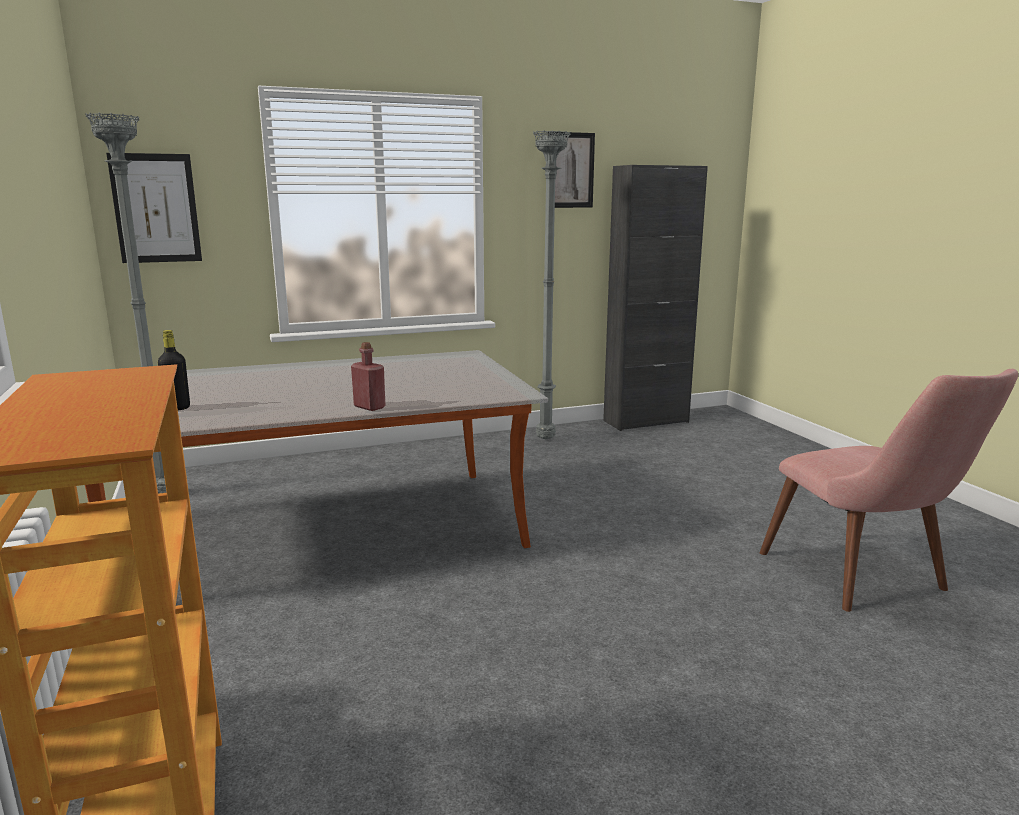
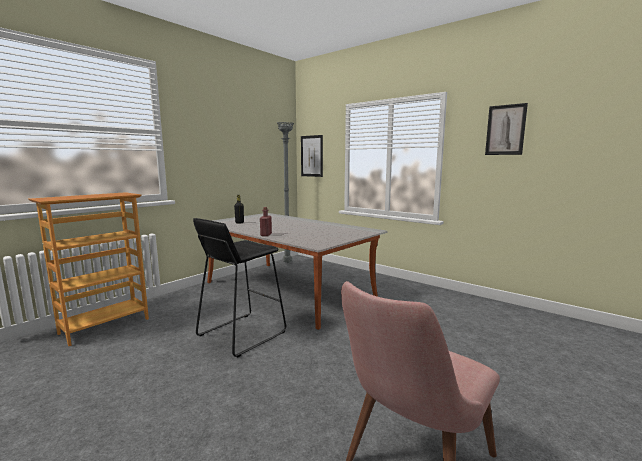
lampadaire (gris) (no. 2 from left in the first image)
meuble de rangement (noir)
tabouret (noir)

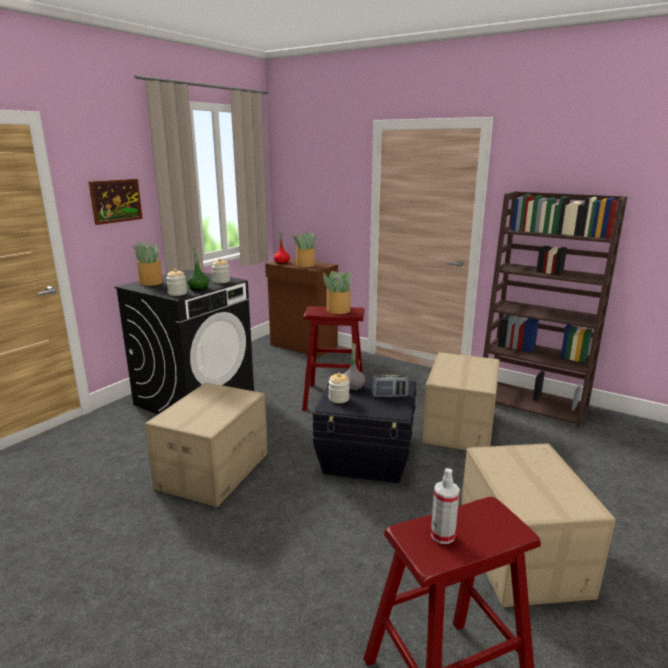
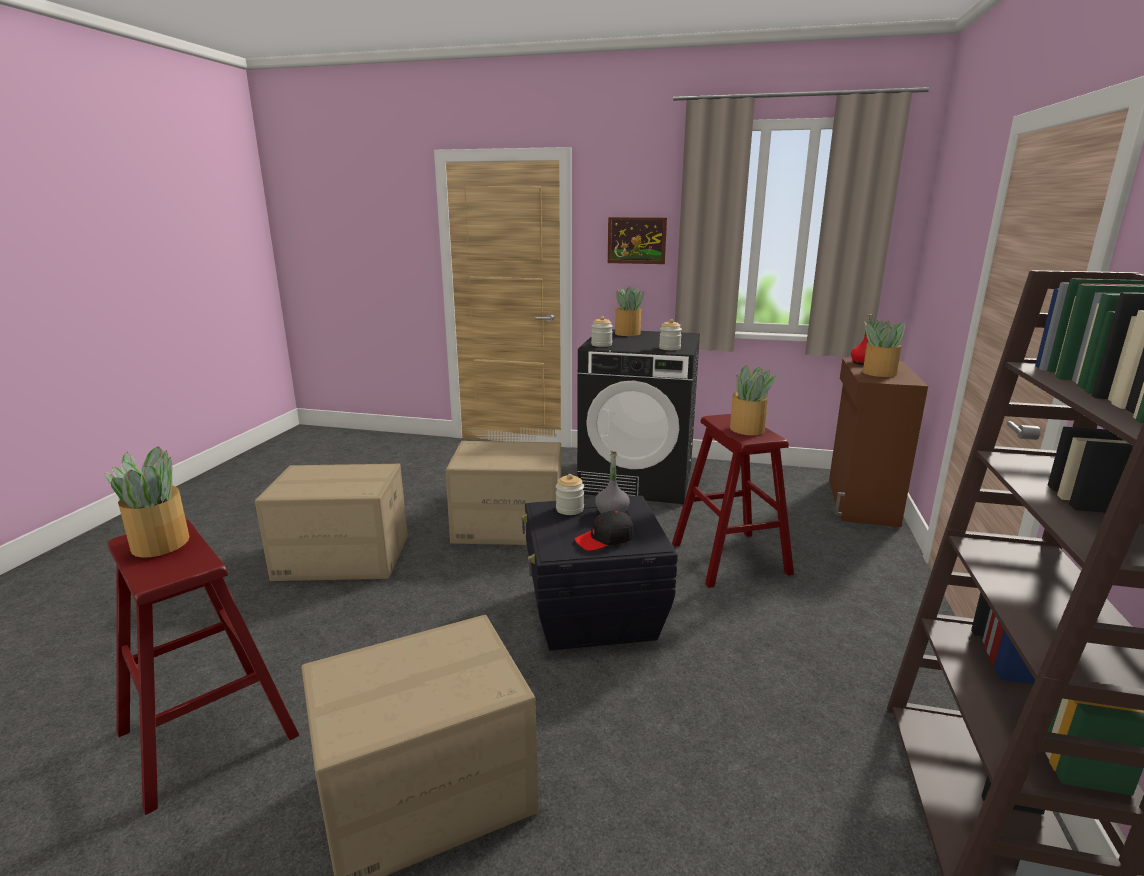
bouteille (vert)
carton (no. 1 from left)
casquette (noir)
plante en pot (no. 1 from left)

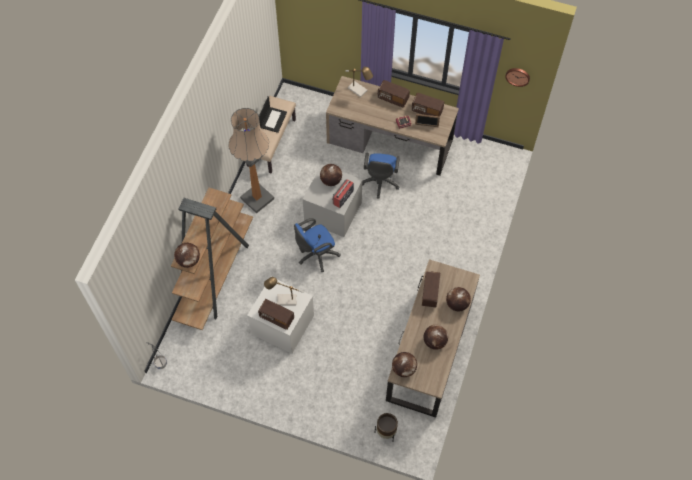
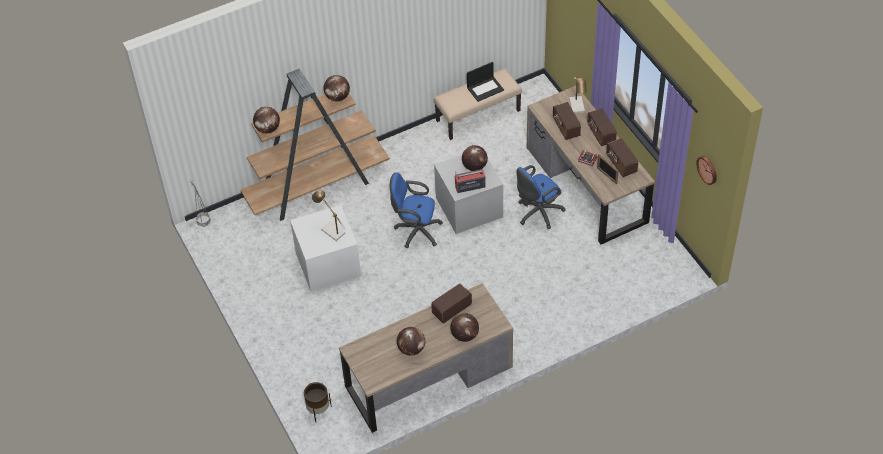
lampadaire
radio (no. 3 from left)
globe (no. 2 from left)

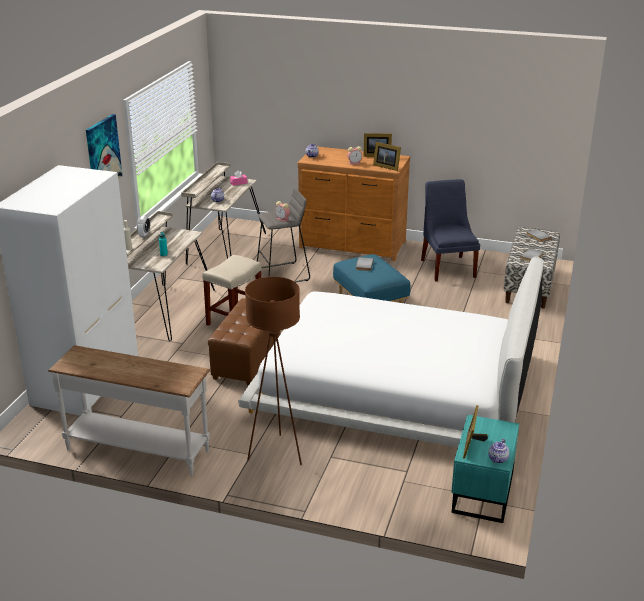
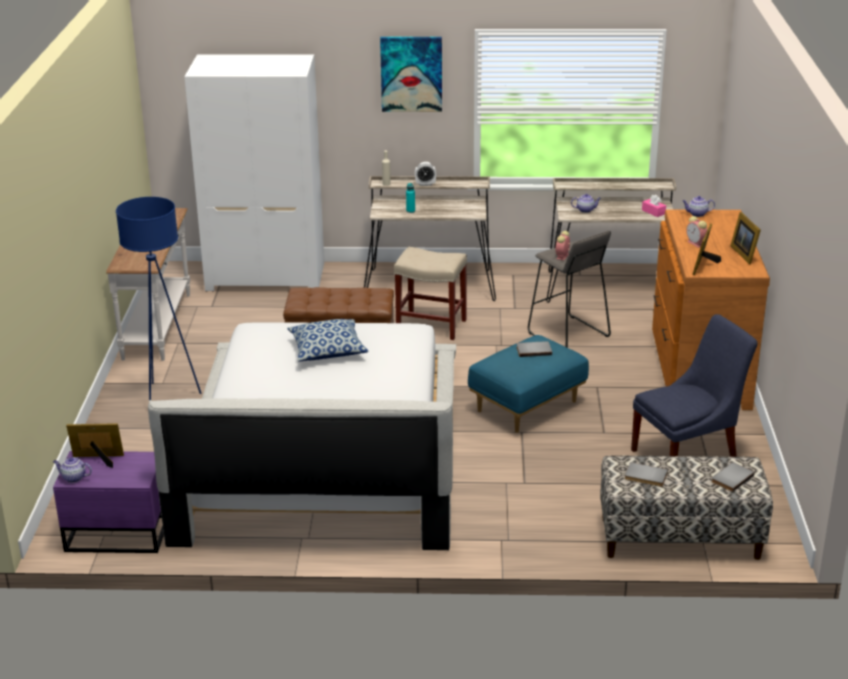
coussin
lampadaire (bleu)
table de chevet (violet)

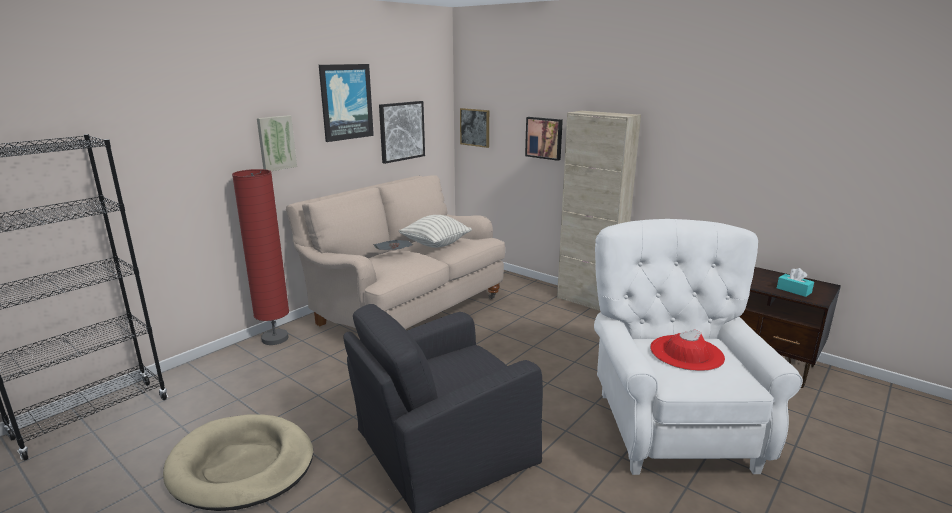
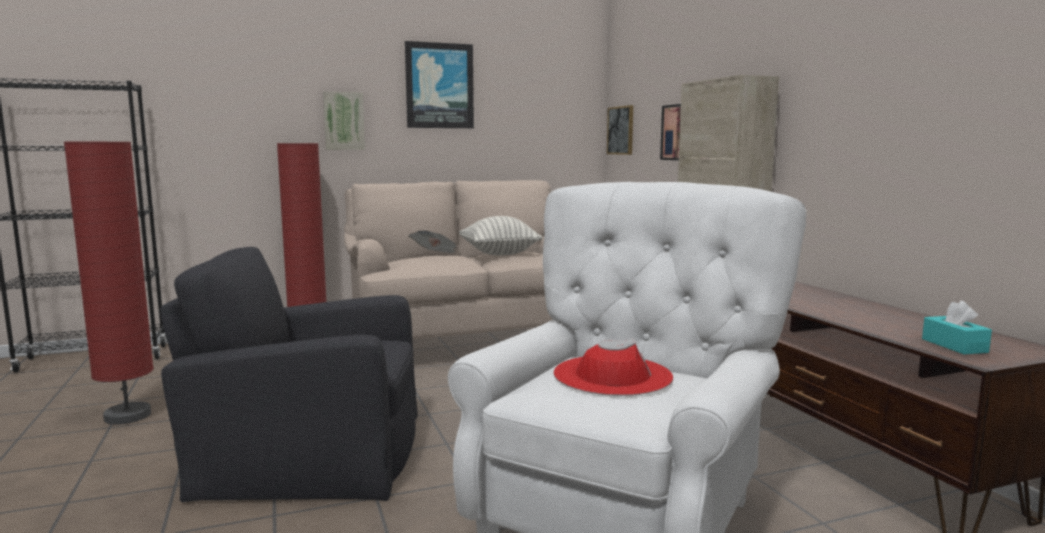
tableau (no. 3 from left in the first image)
lampadaire (rouge) (no. 1 from left)

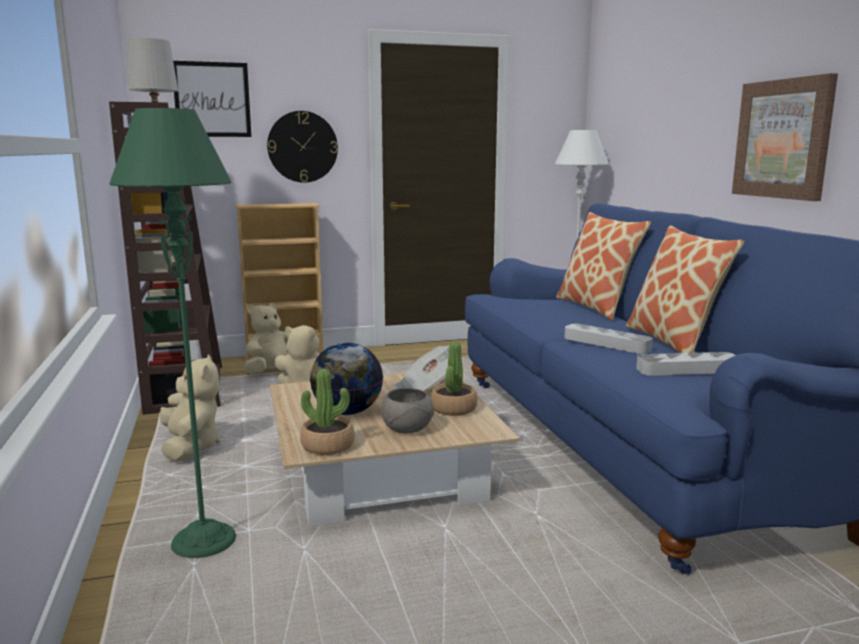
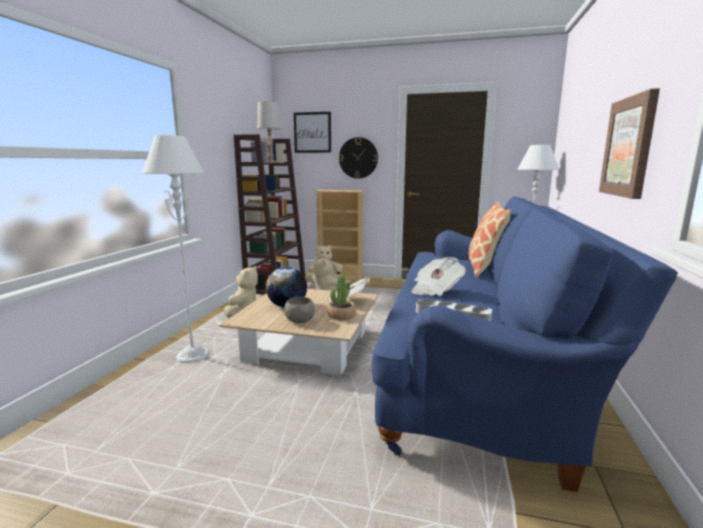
plante en pot (no. 1 from left in the first image)
coussin (no. 2 from left in the first image)
journal (no. 2 from left)
lampadaire (blanc) (no. 1 from left)

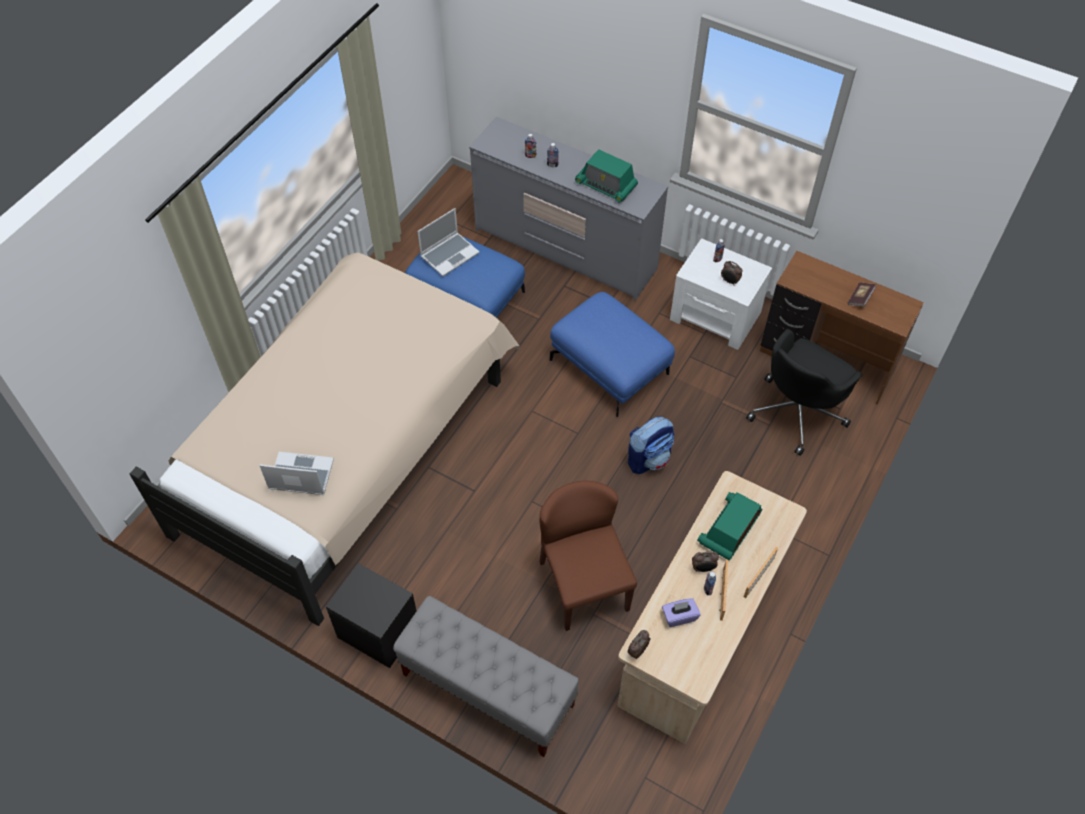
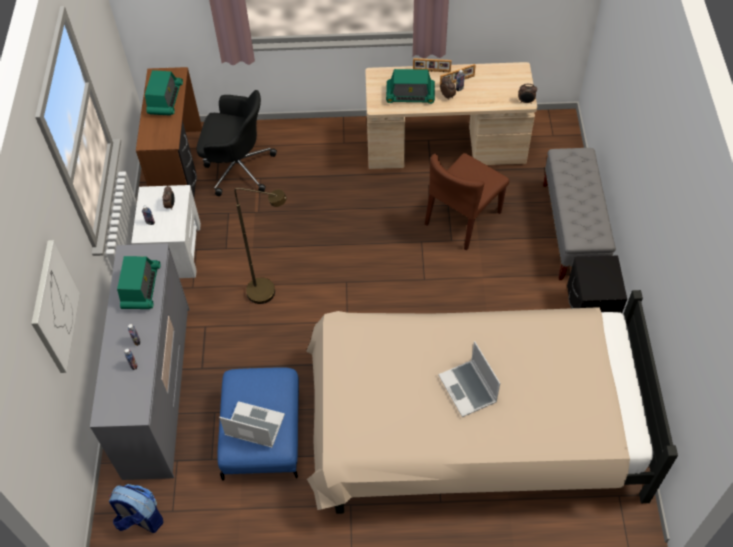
boîte à mouchoirs (violet)
tableau
ordinateur portable (no. 2 from left)
sac à dos
lampadaire (marron)
radio (no. 2 from left)

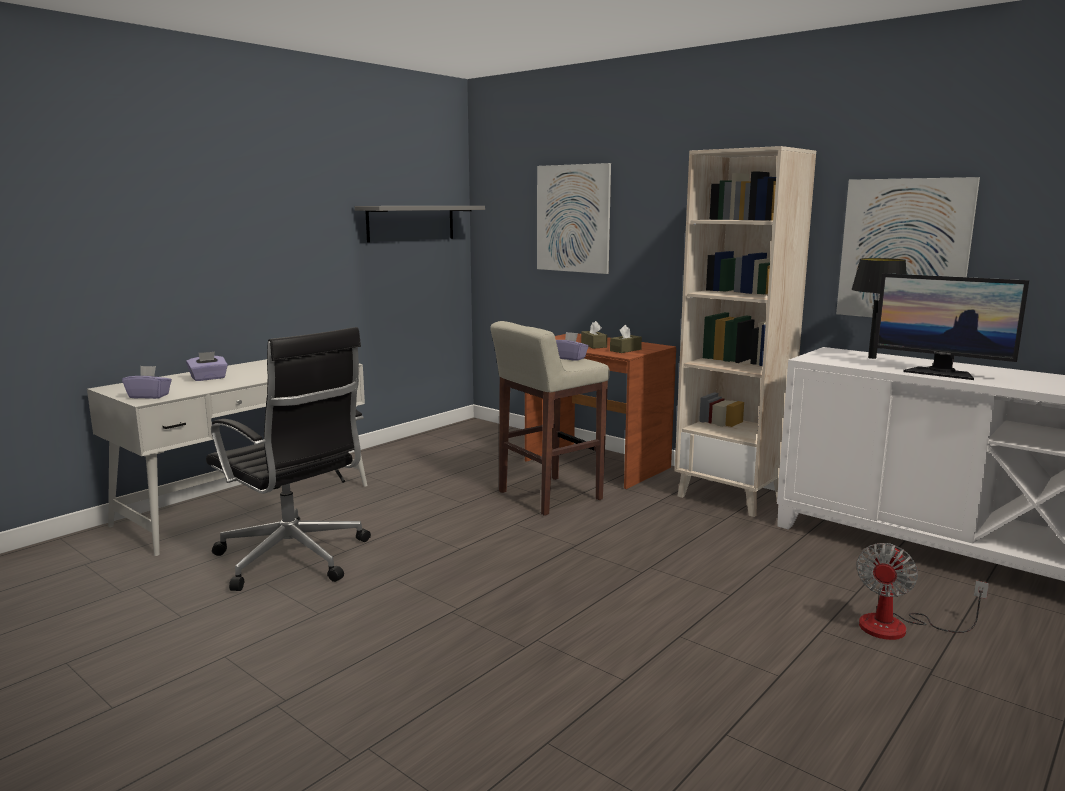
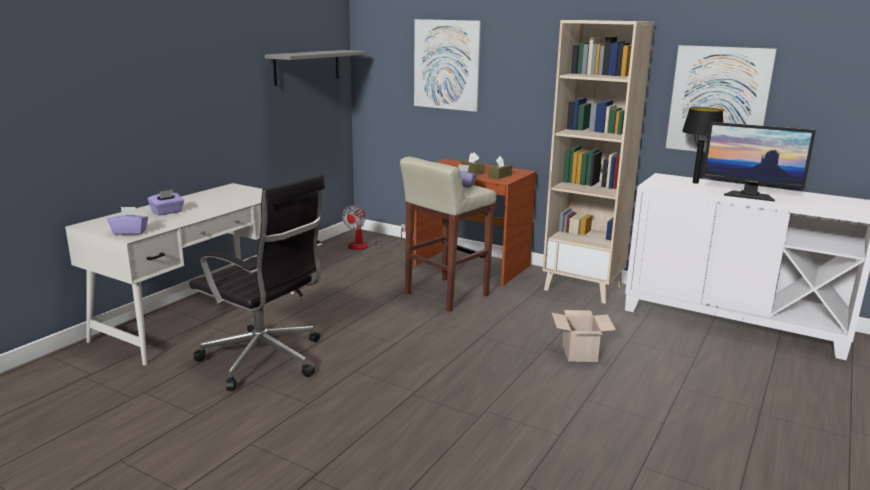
carton
ventilateur

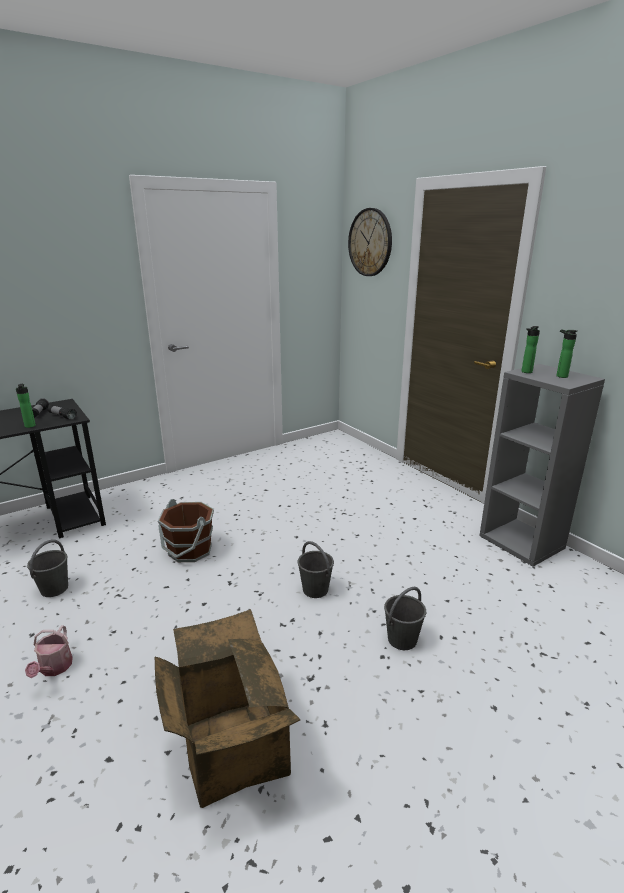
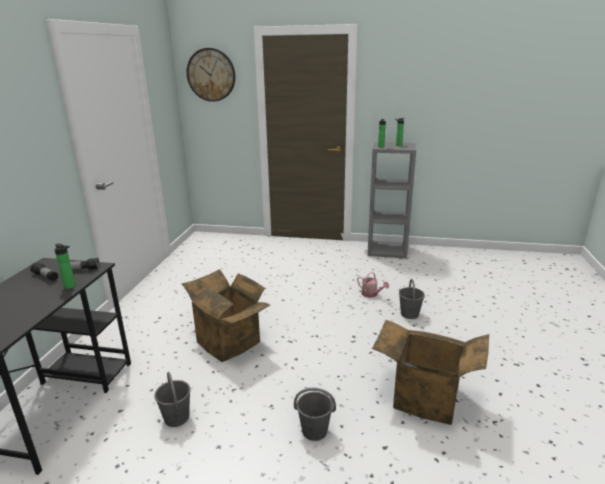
arrosoir
seau (gris) (no. 2 from left)
carton (no. 1 from left)

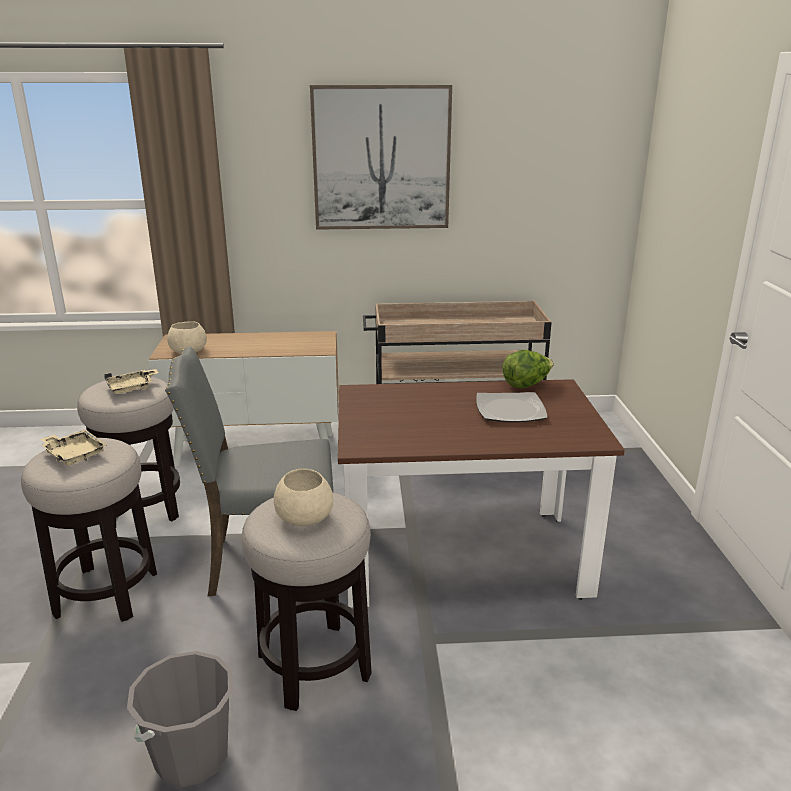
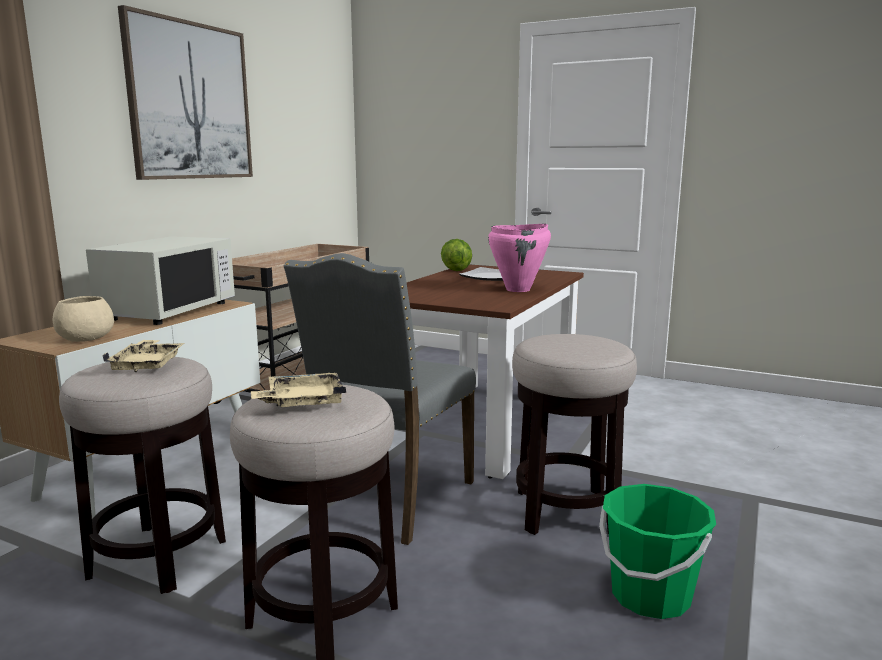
bol (beige) (no. 2 from left in the first image)
micro-ondes (blanc)
marmite (rose)
seau (vert)

